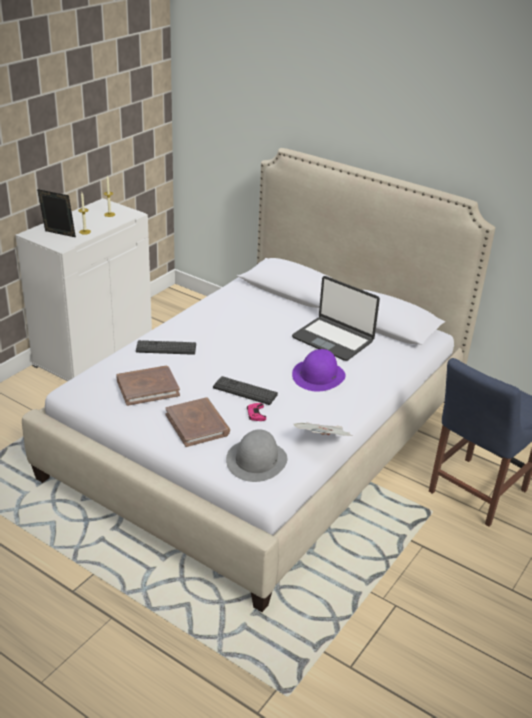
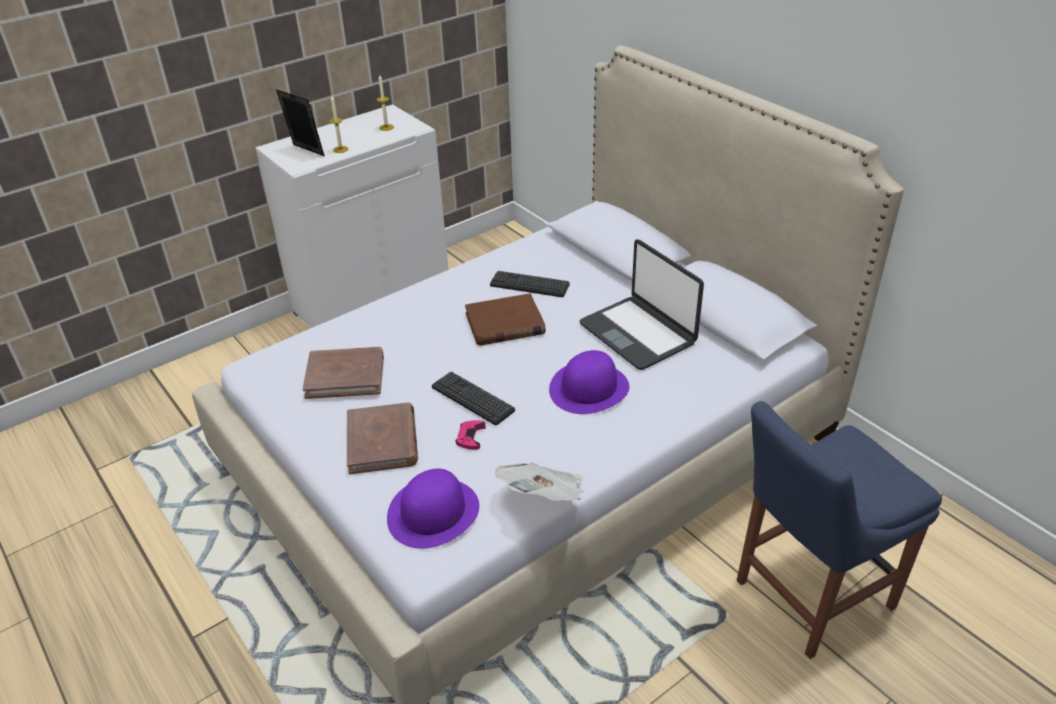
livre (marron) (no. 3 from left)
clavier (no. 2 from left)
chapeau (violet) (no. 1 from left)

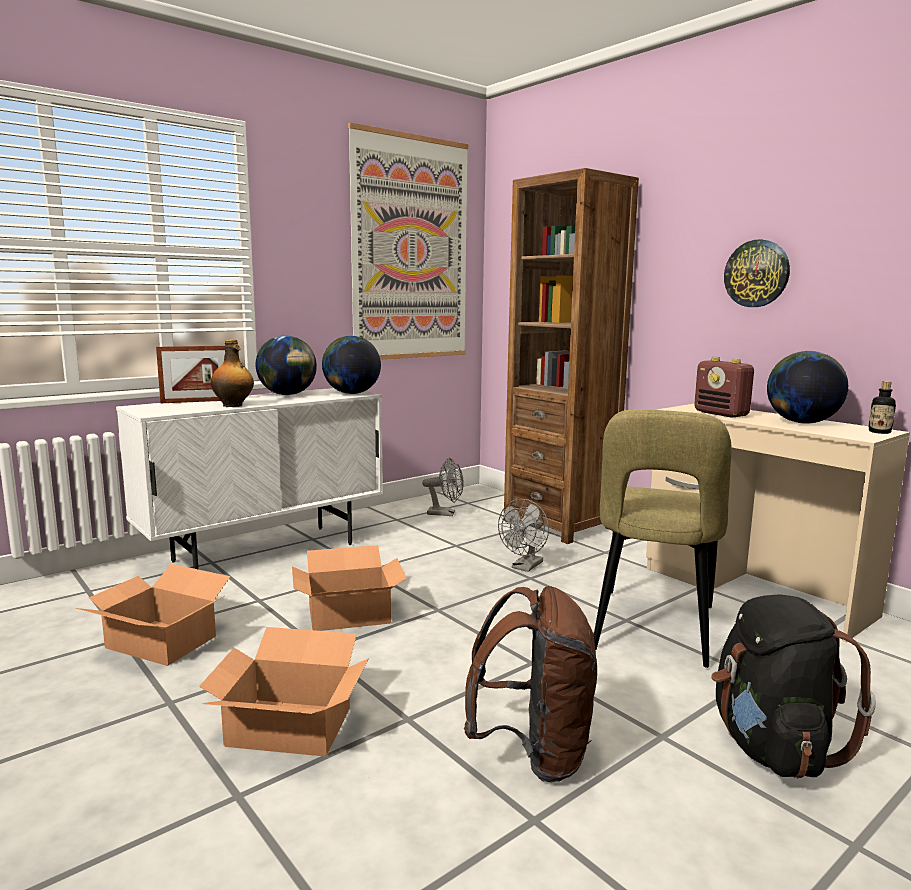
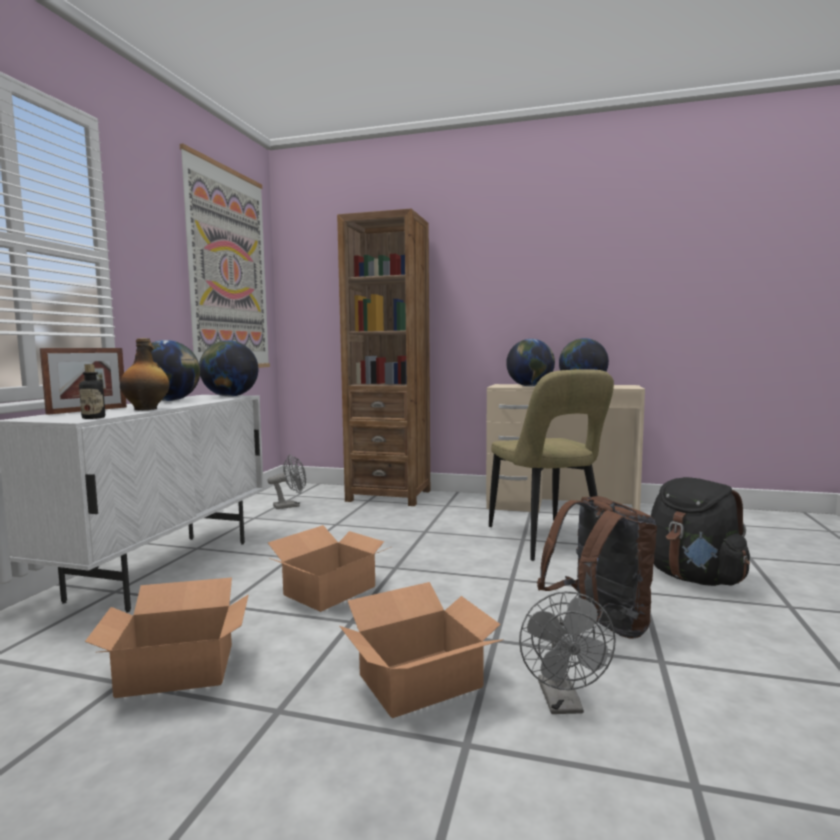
horloge murale
ventilateur (gris) (no. 2 from left)
bouteille (no. 1 from left)
globe (no. 3 from left)

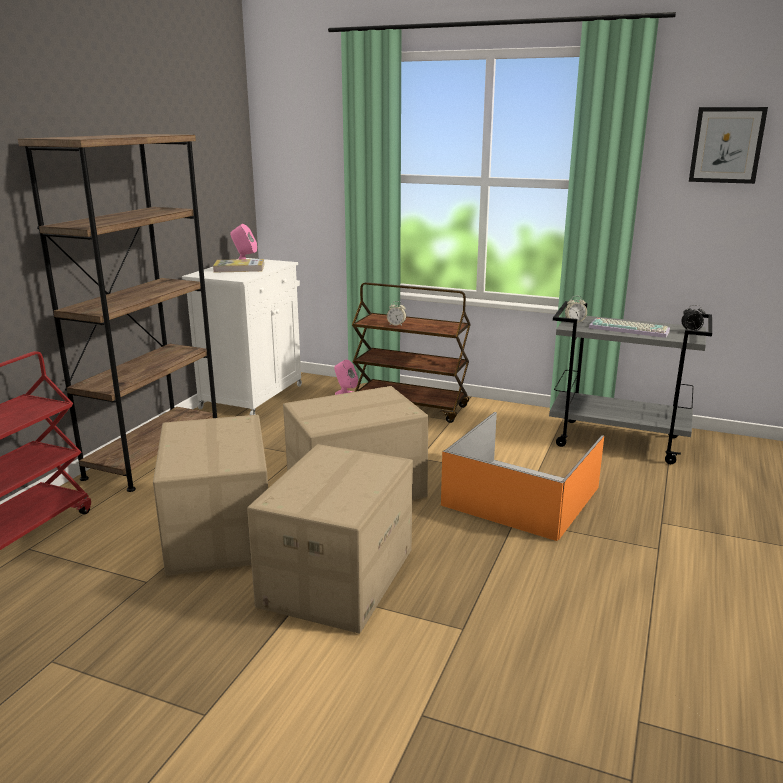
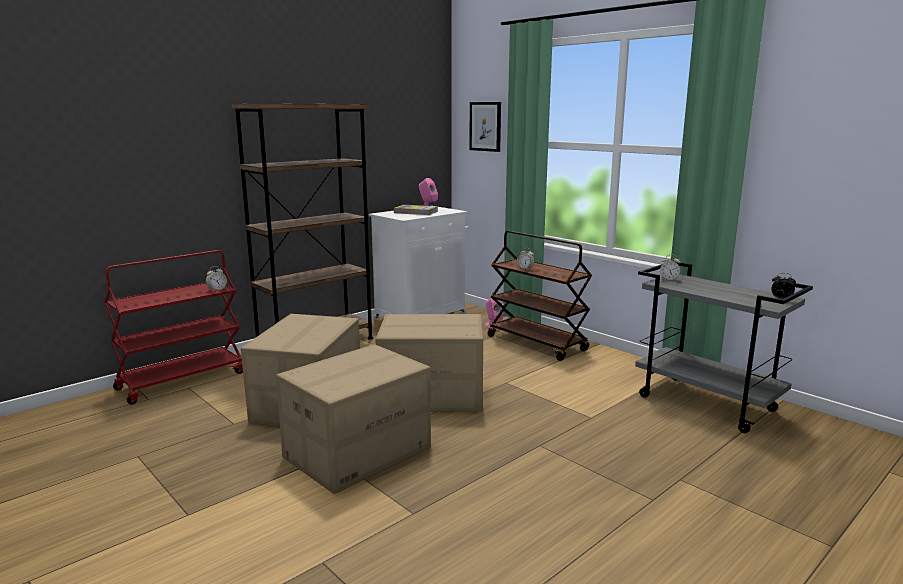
boîte de rangement (orange)
clavier
réveil (no. 1 from left)
tableau

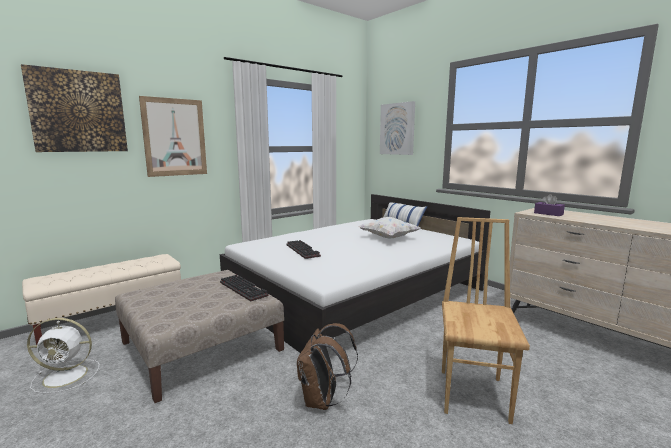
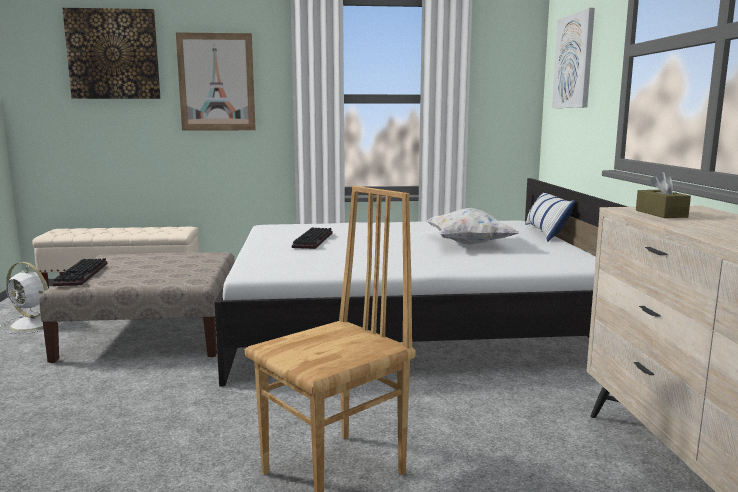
sac à dos (marron)
clavier (no. 1 from left)
boîte à mouchoirs (marron)

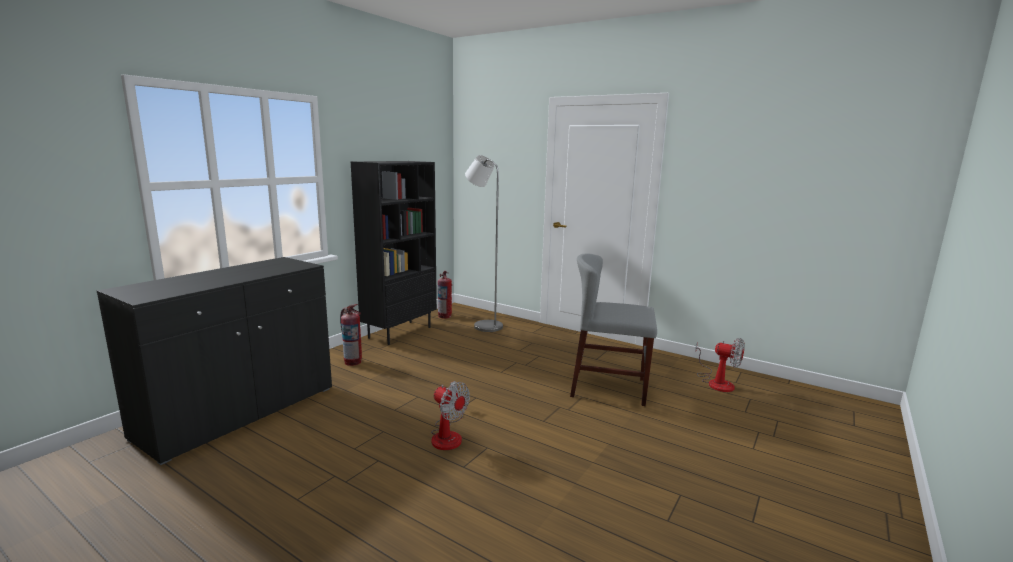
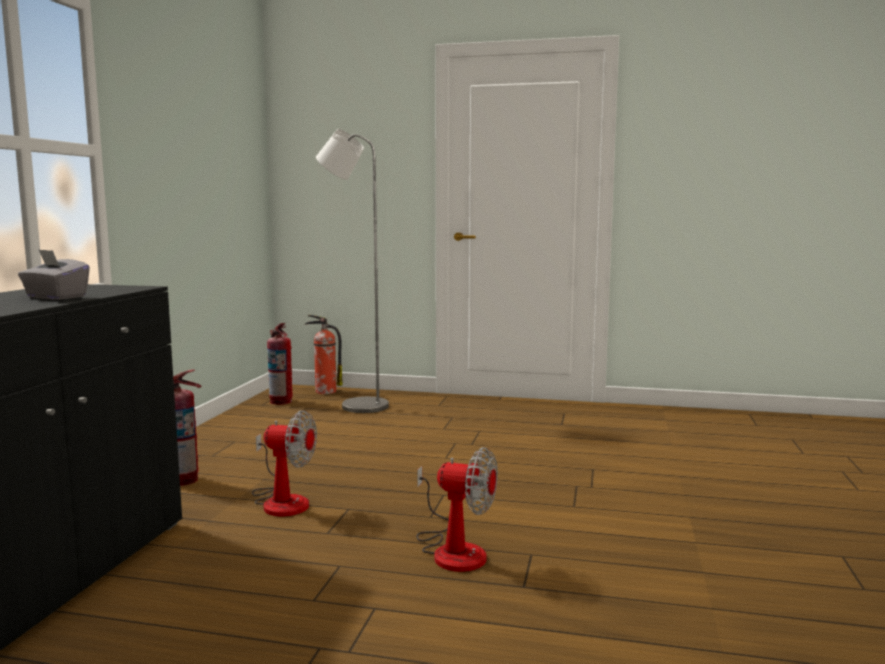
bibliothèque (noir)
chaise (gris)
boîte à mouchoirs (gris)
extincteur (no. 3 from left)
ventilateur (no. 1 from left)

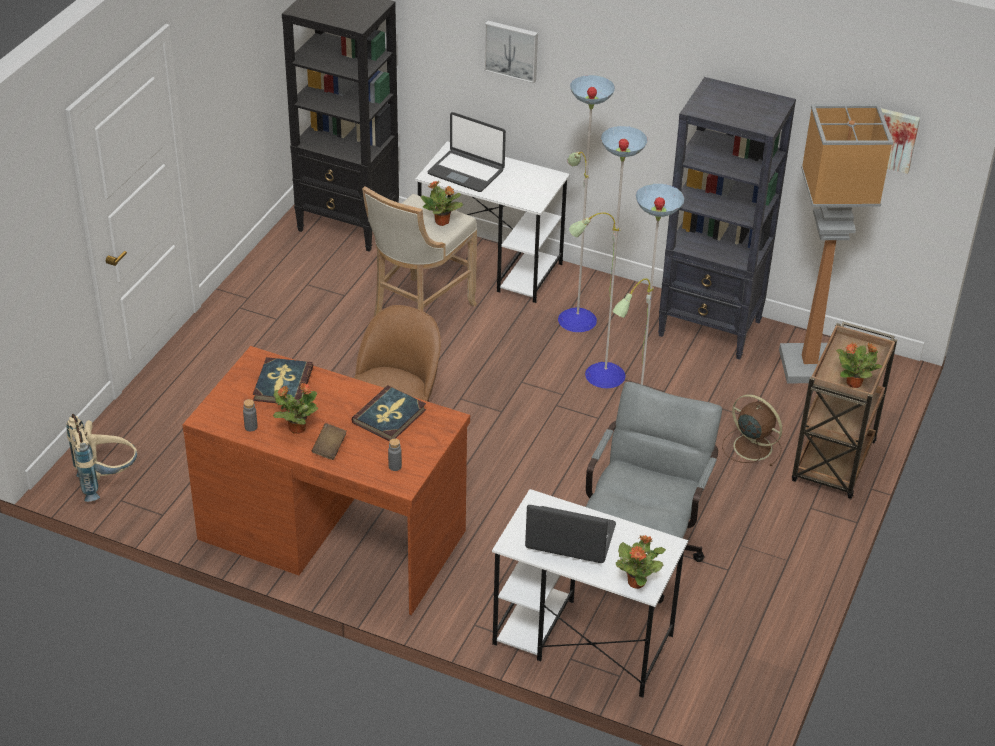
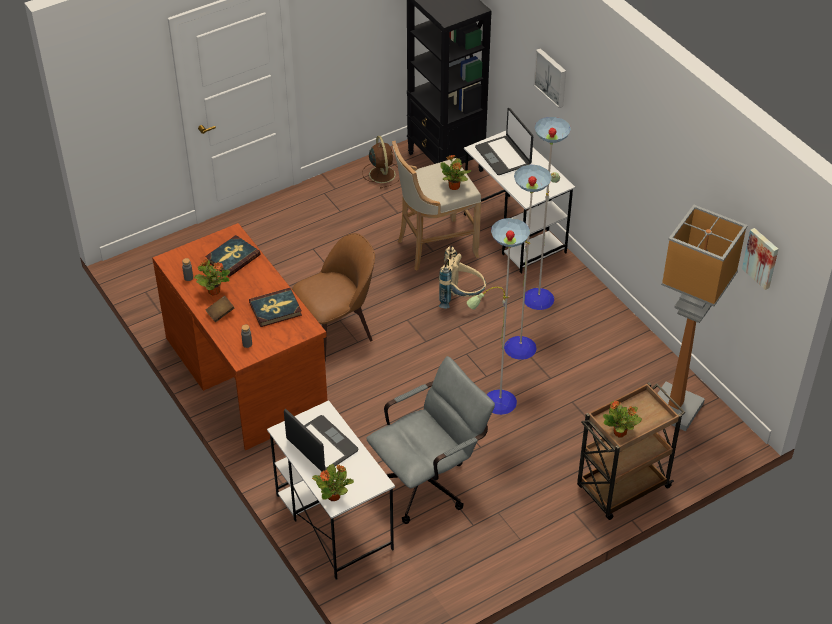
bibliothèque (noir) (no. 2 from left in the first image)
sac à dos (beige)
ventilateur (marron)

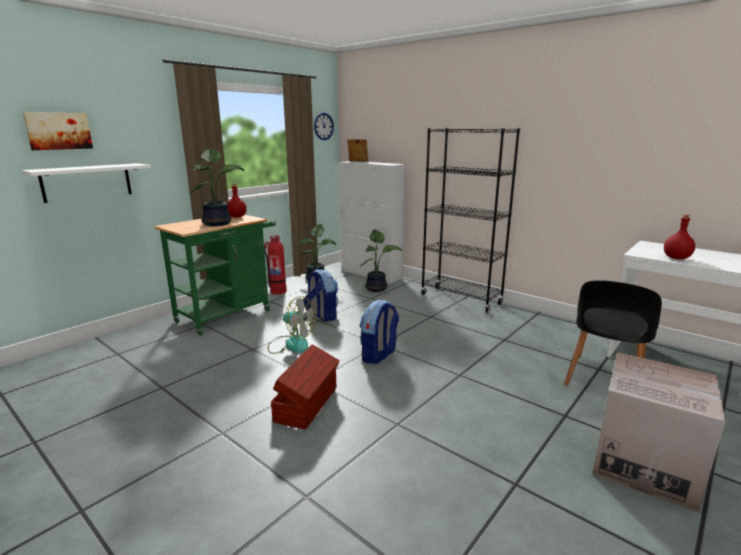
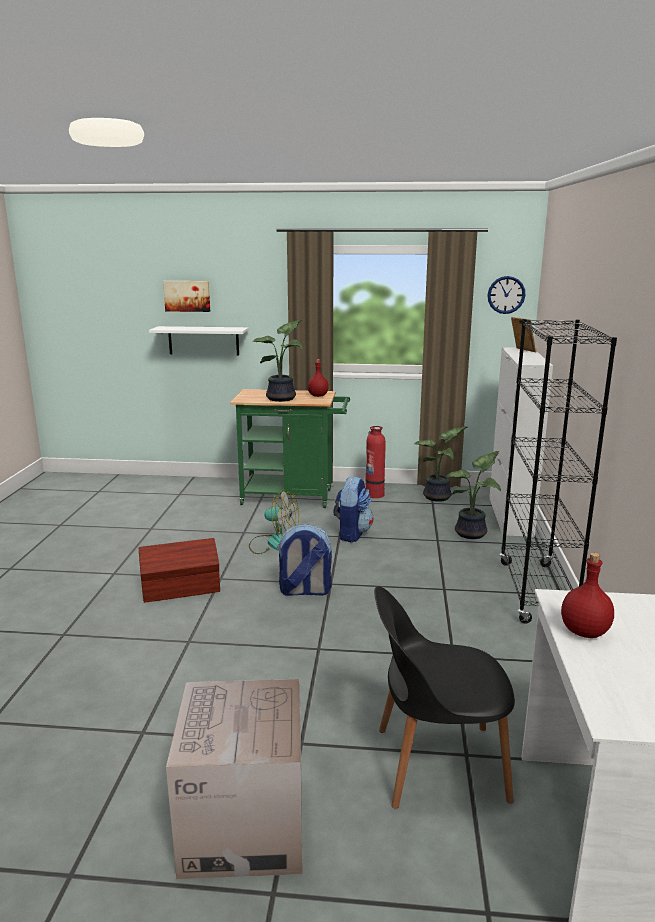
ventilateur

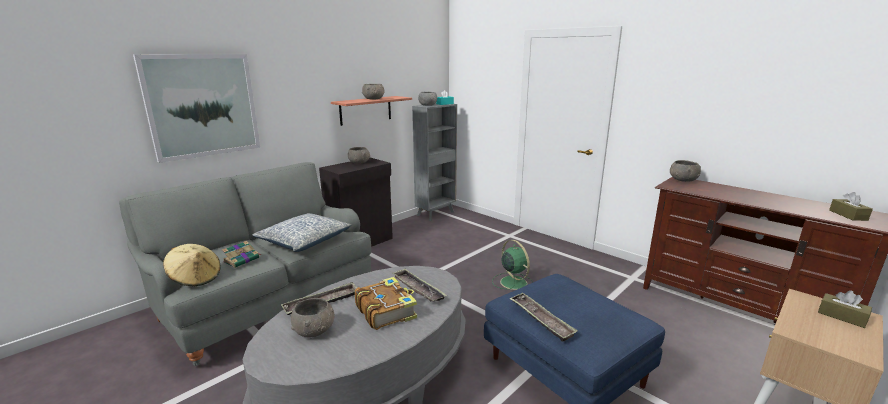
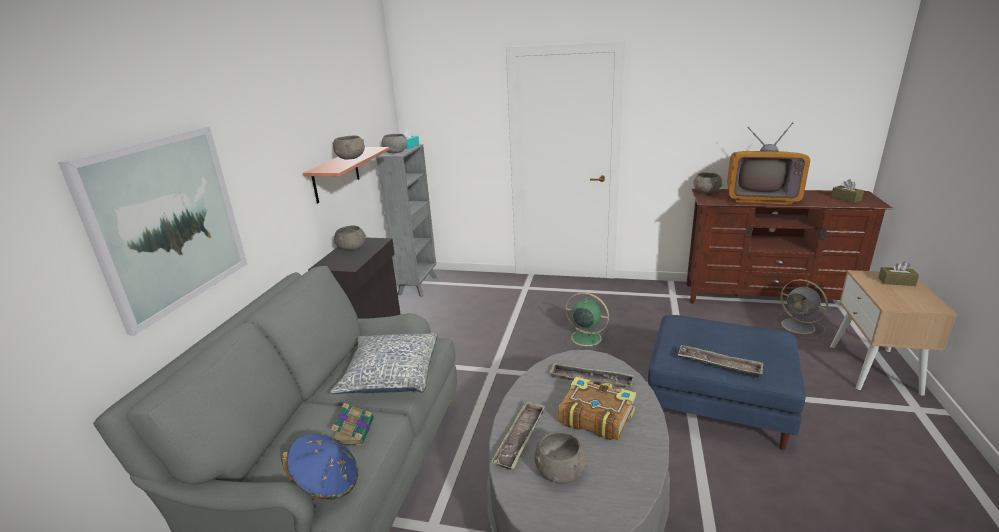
téléviseur
ventilateur (gris)
chapeau (bleu)

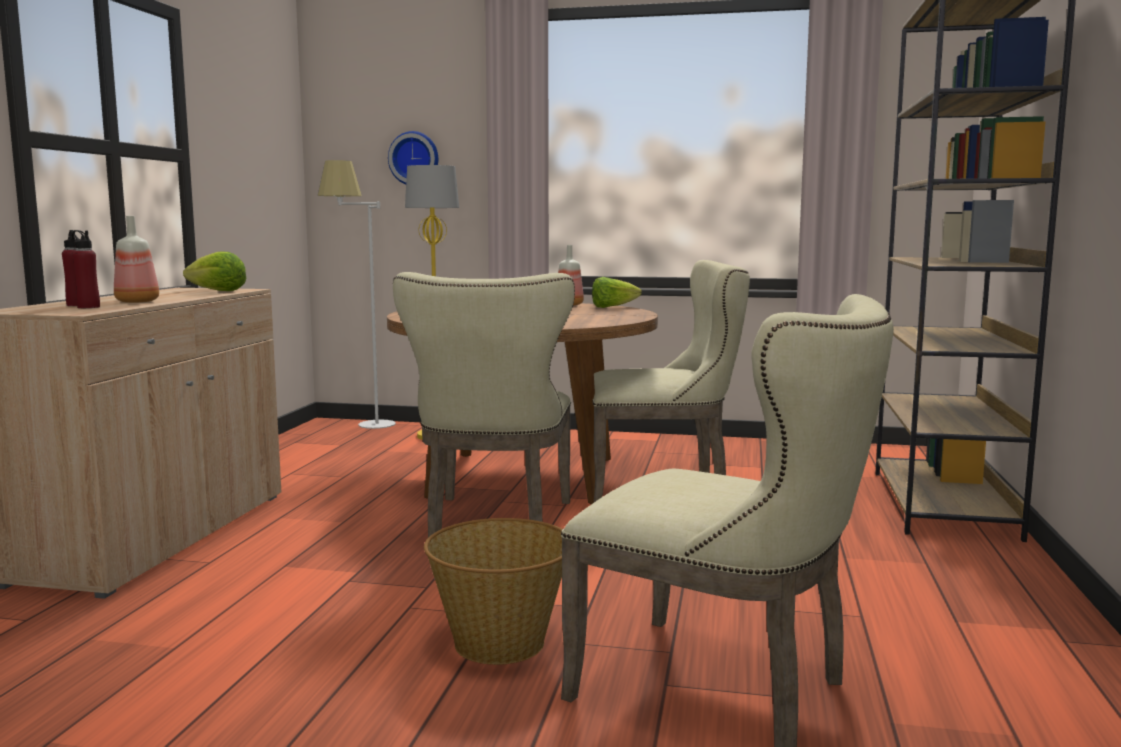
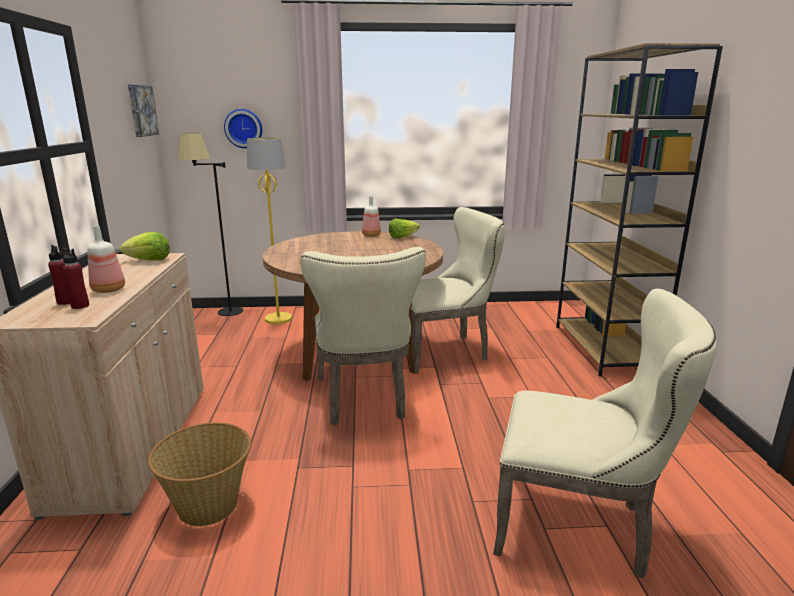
tableau
panier
lampadaire (noir)

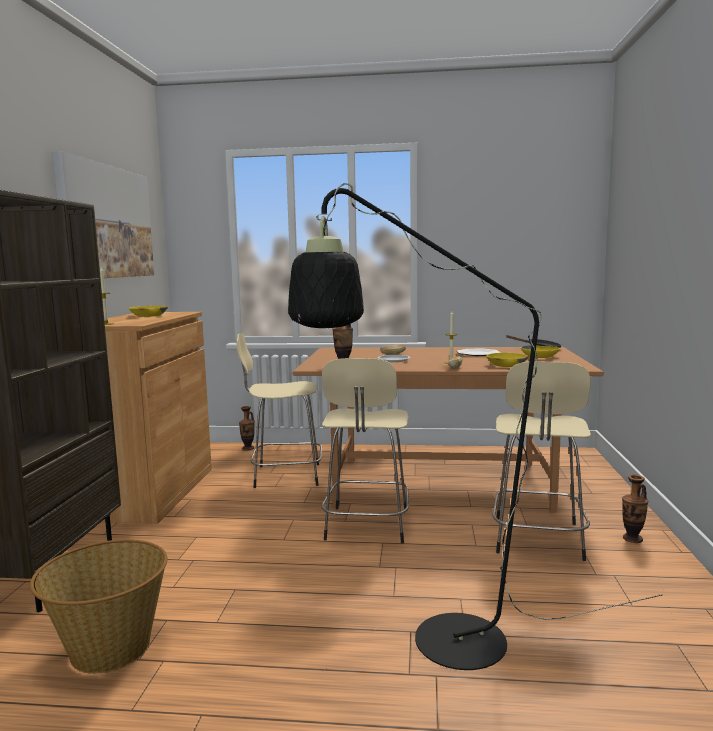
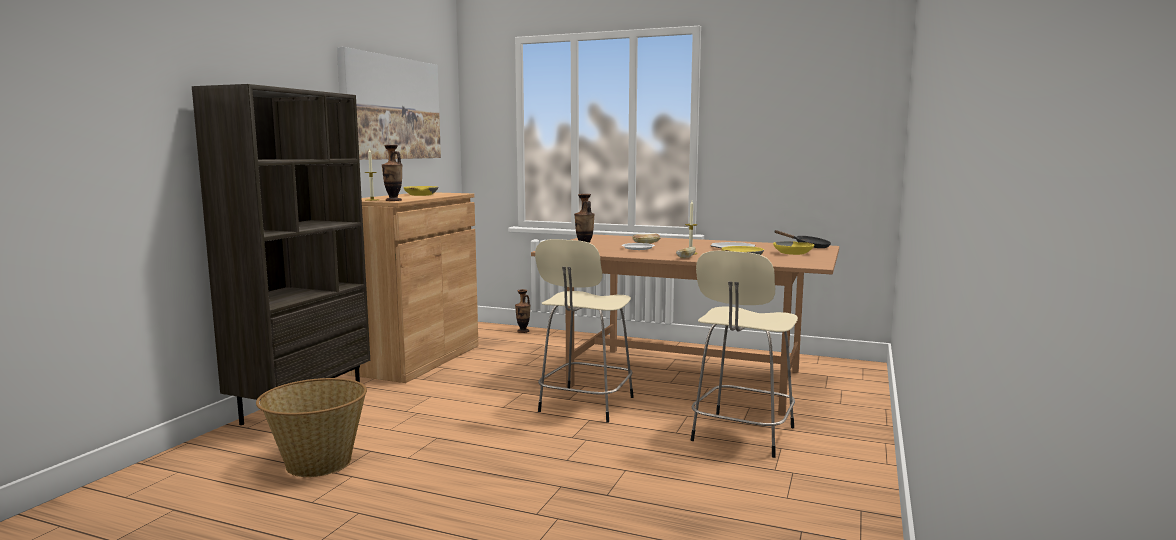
tabouret (beige) (no. 1 from left in the first image)
lampadaire (noir)
vase (no. 1 from left)

